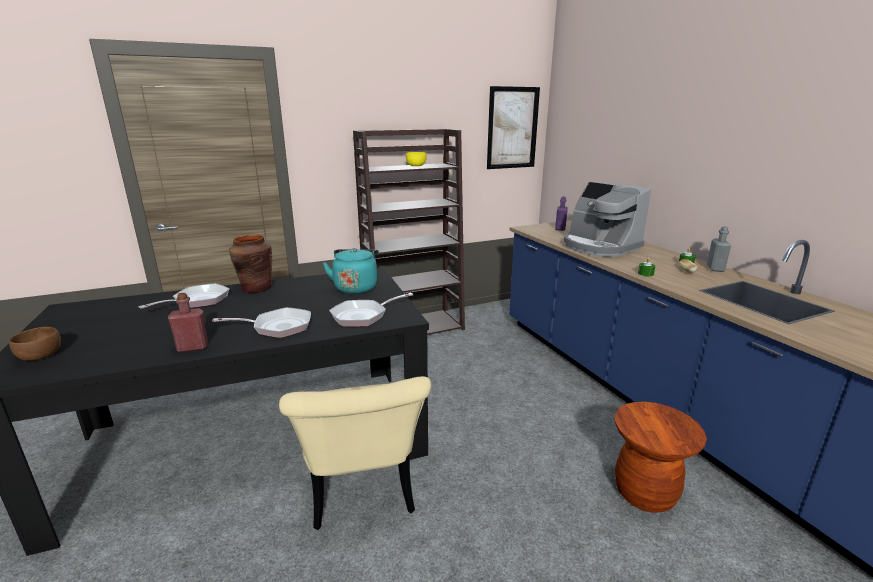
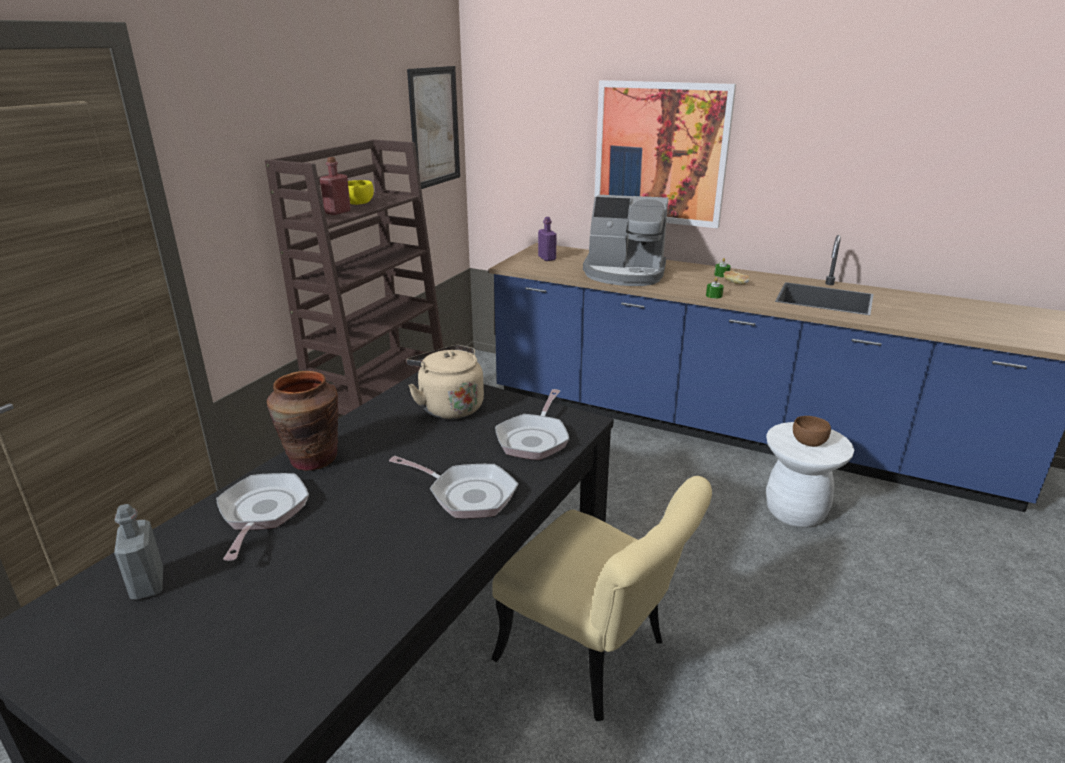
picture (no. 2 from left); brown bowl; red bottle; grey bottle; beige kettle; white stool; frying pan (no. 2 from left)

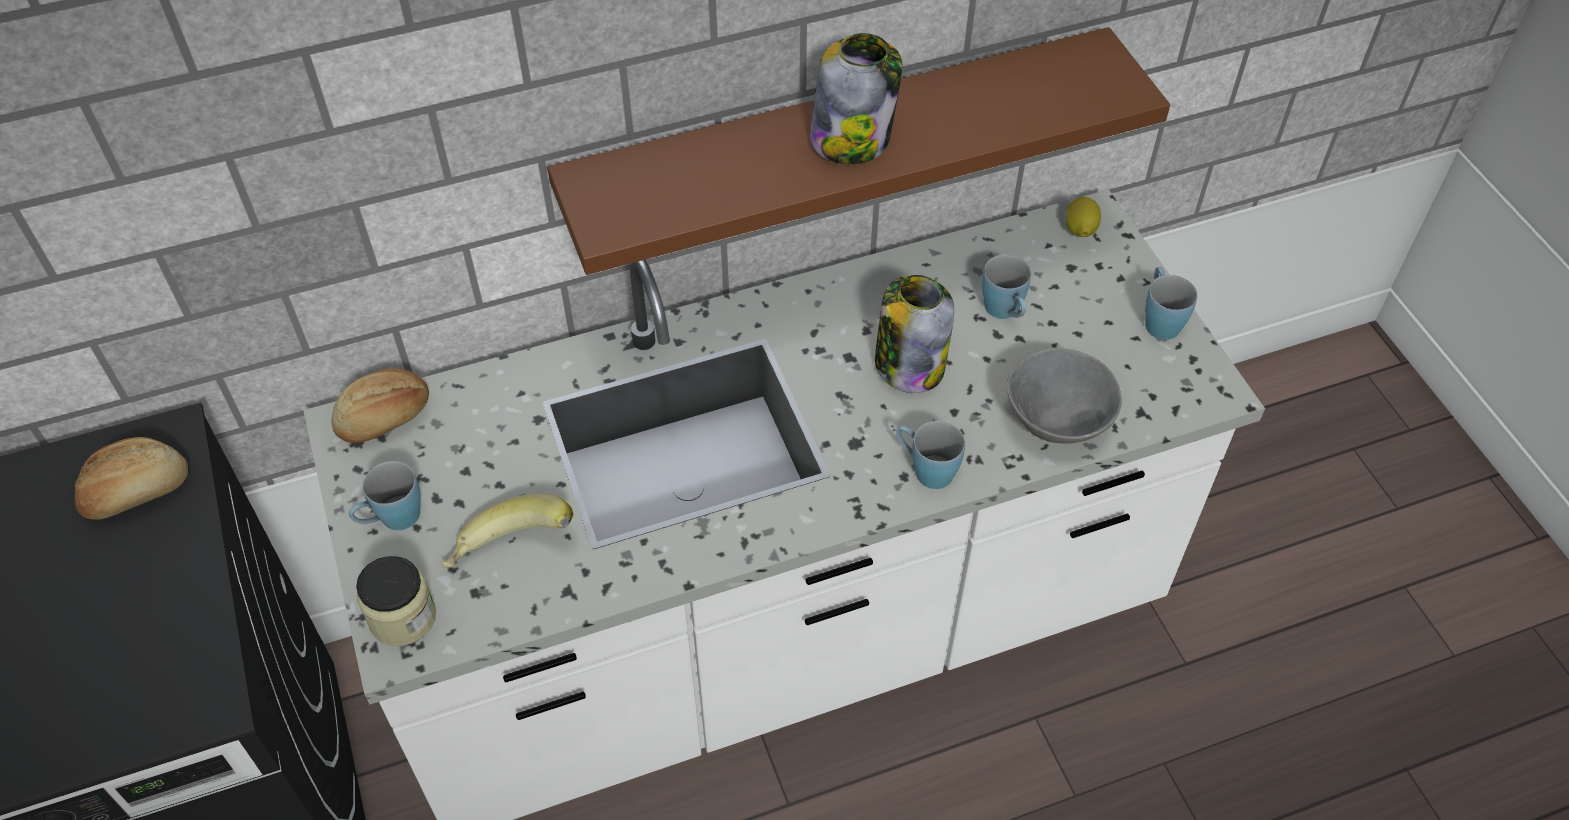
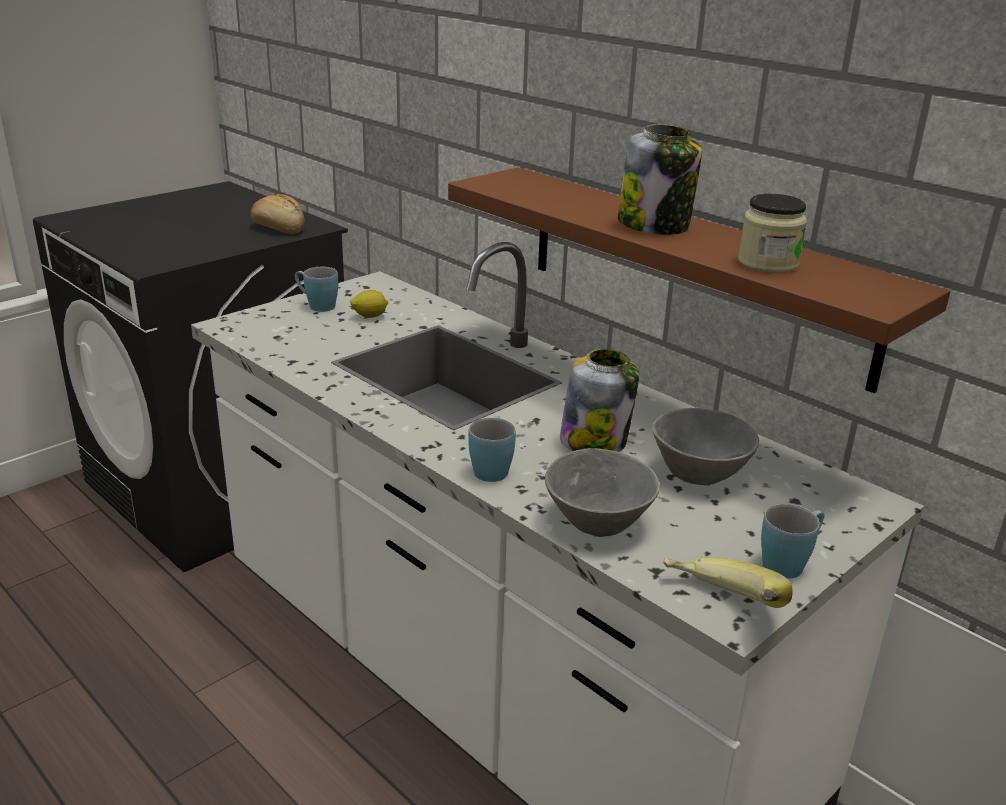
bread (no. 2 from left in the first image); jar (no. 3 from left); banana; lemon; grey bowl (no. 2 from left)

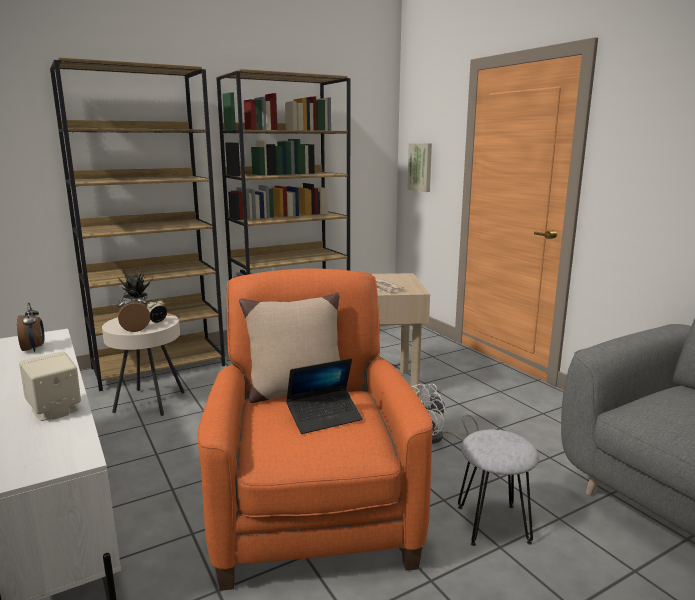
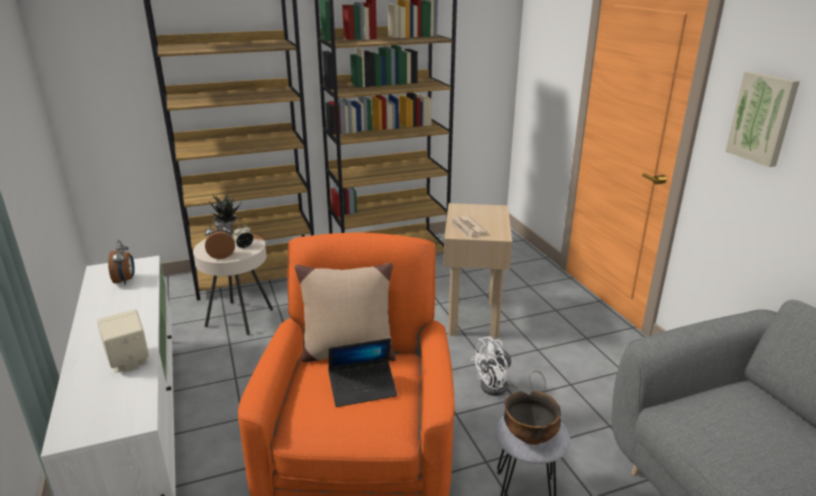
bowl; picture

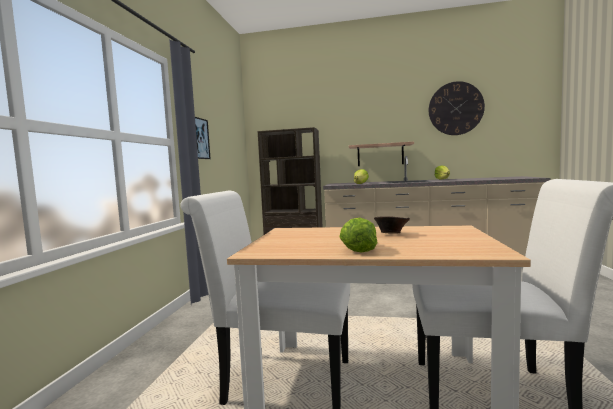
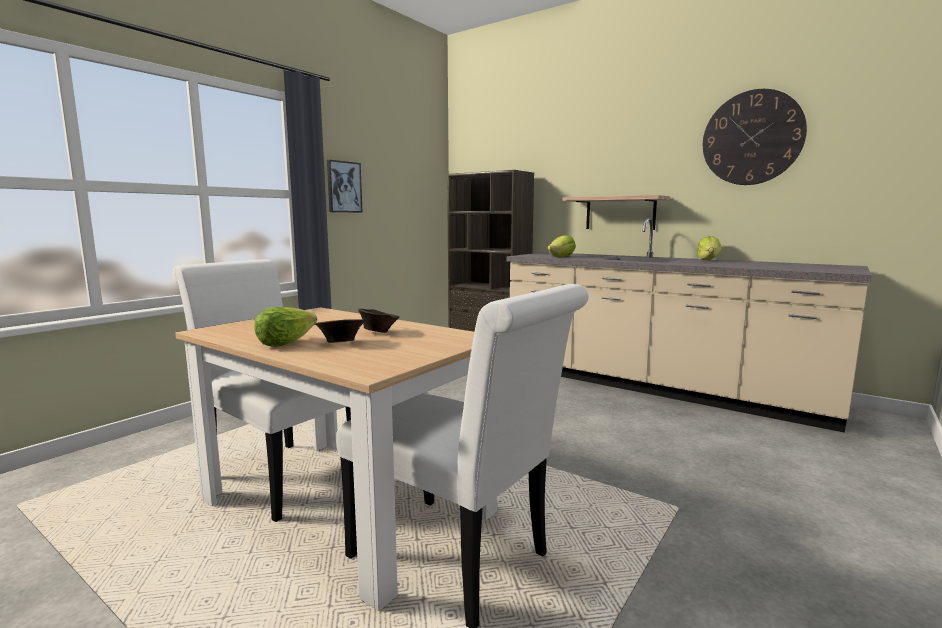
brown bowl (no. 1 from left)

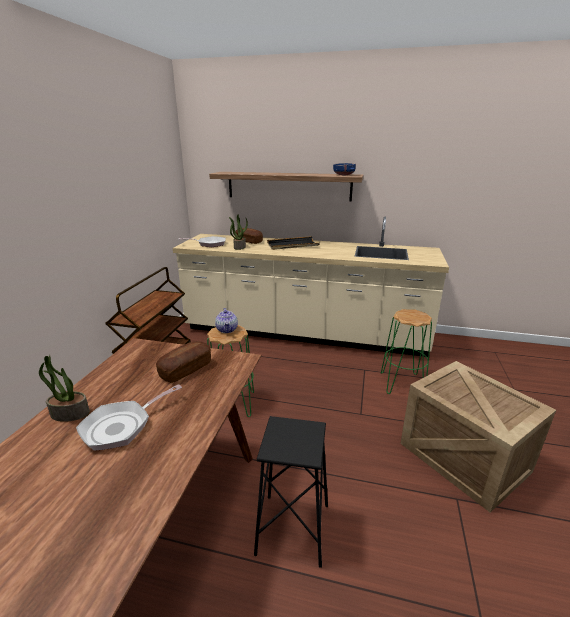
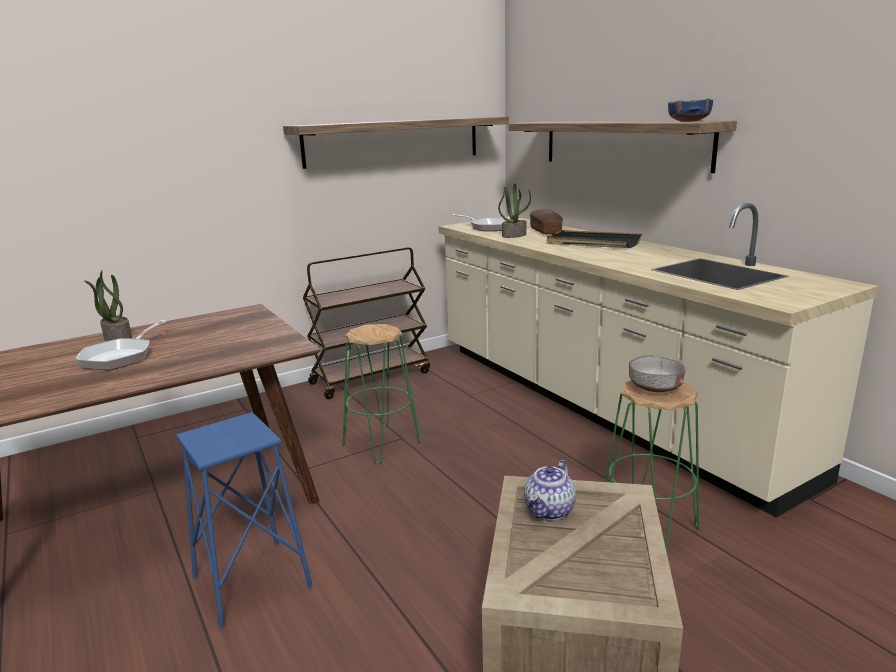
bread (no. 1 from left in the first image); shelf (no. 1 from left); grey bowl; teapot; blue stool; frying pan (no. 1 from left)

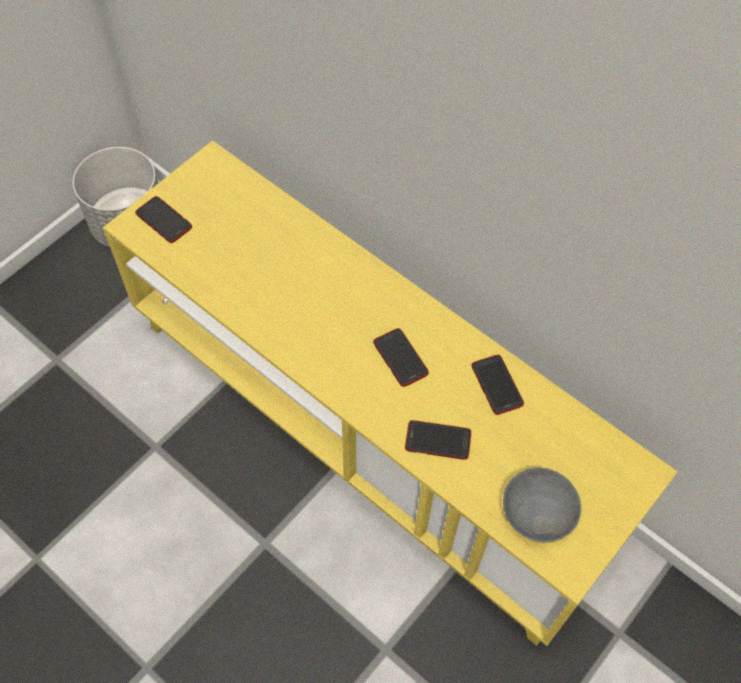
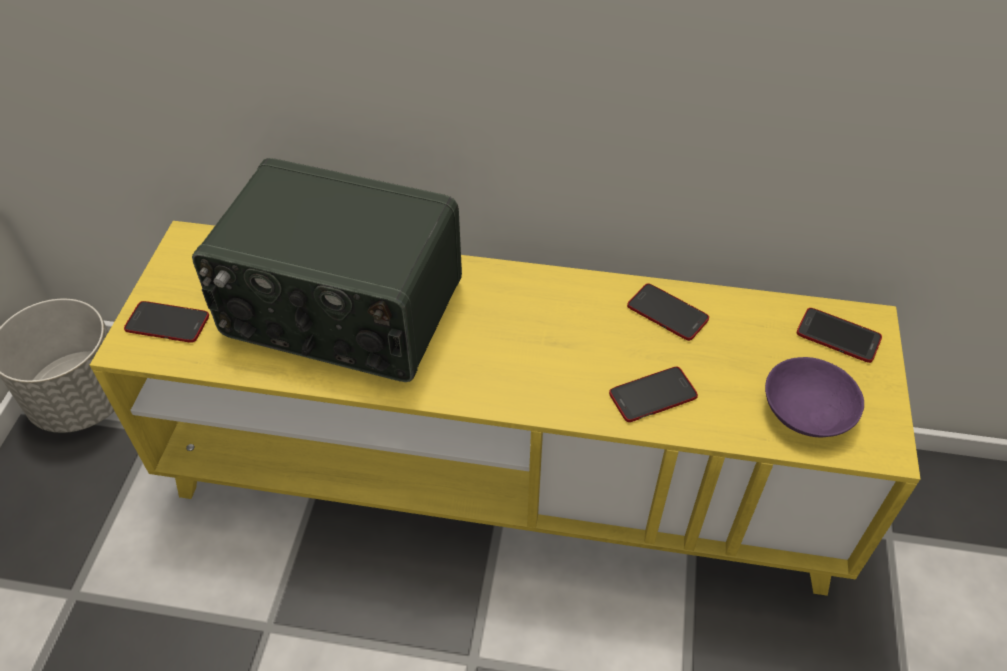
radio; phone (no. 4 from left); purple bowl

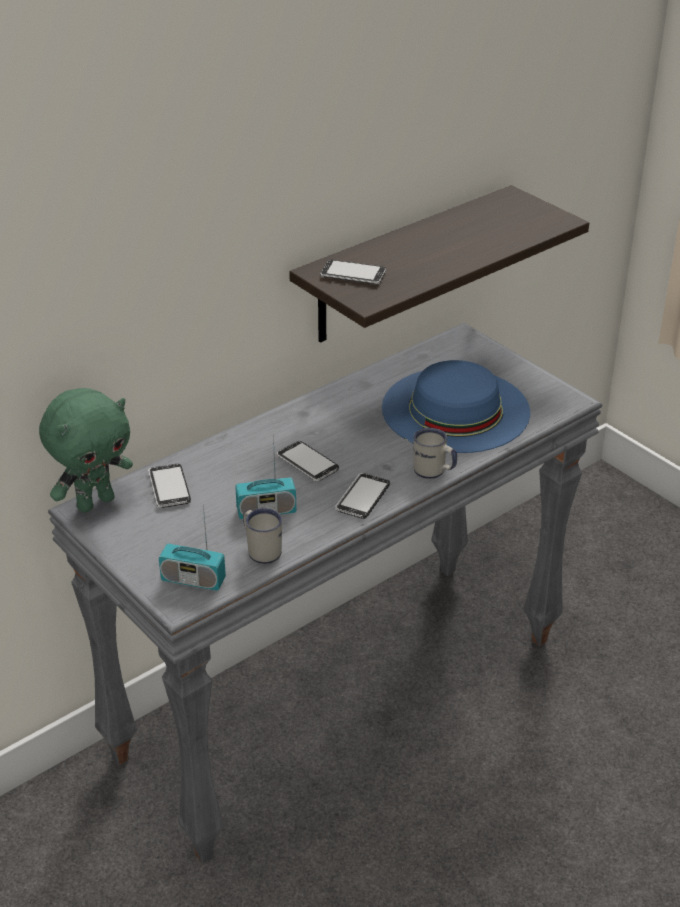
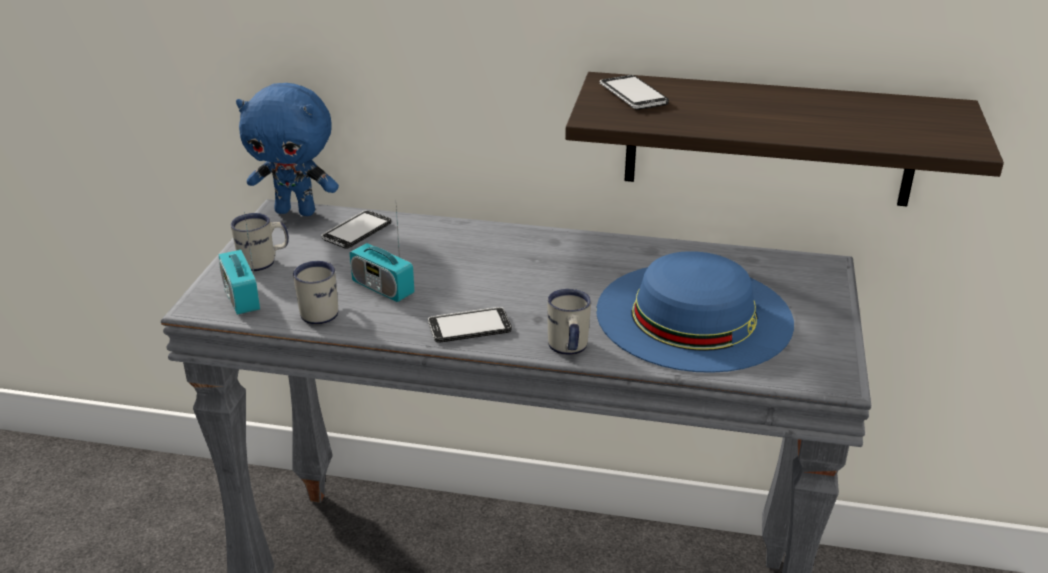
phone (no. 2 from left in the first image); white mug (no. 1 from left); blue plush toy

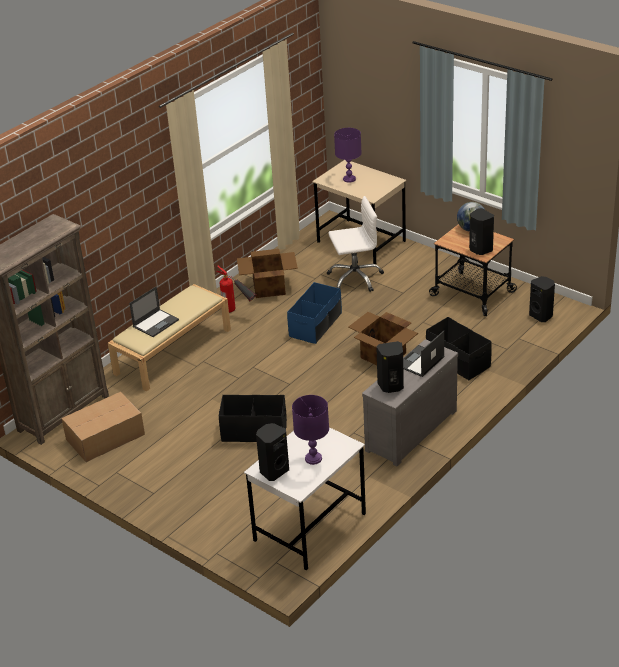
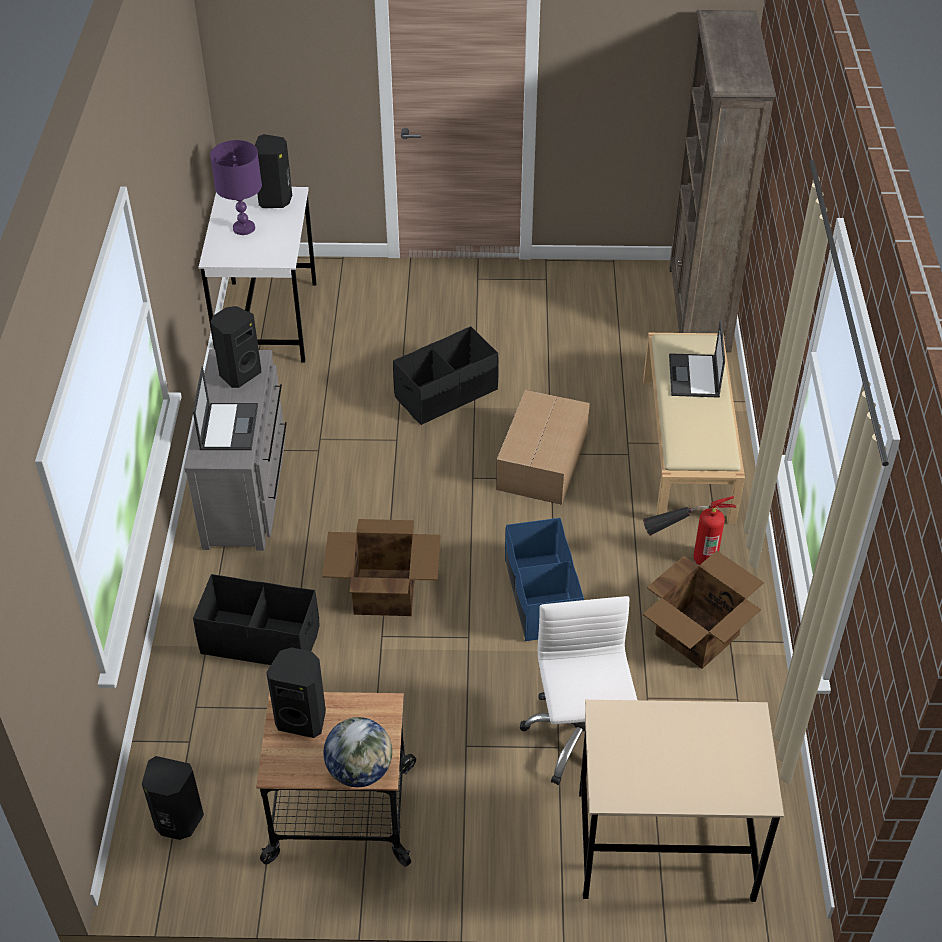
purple table lamp (no. 2 from left in the first image); cardboard box (no. 2 from left); white office chair

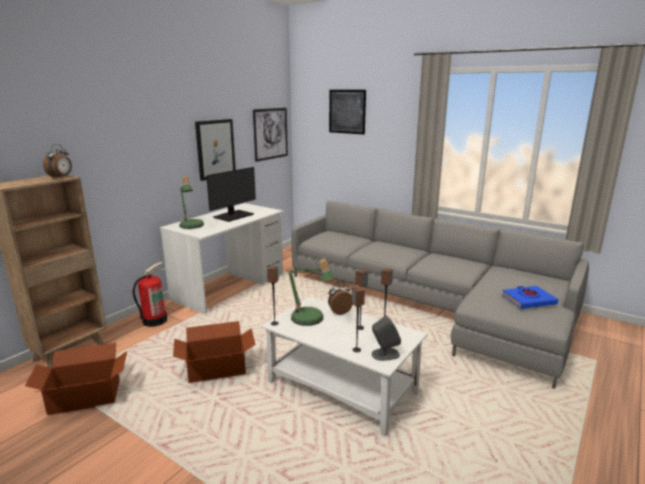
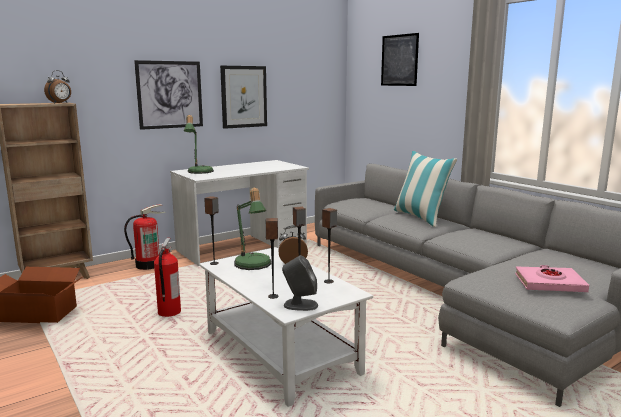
monitor; pillow; picture (no. 1 from left); fire extinguisher (no. 2 from left); pink book

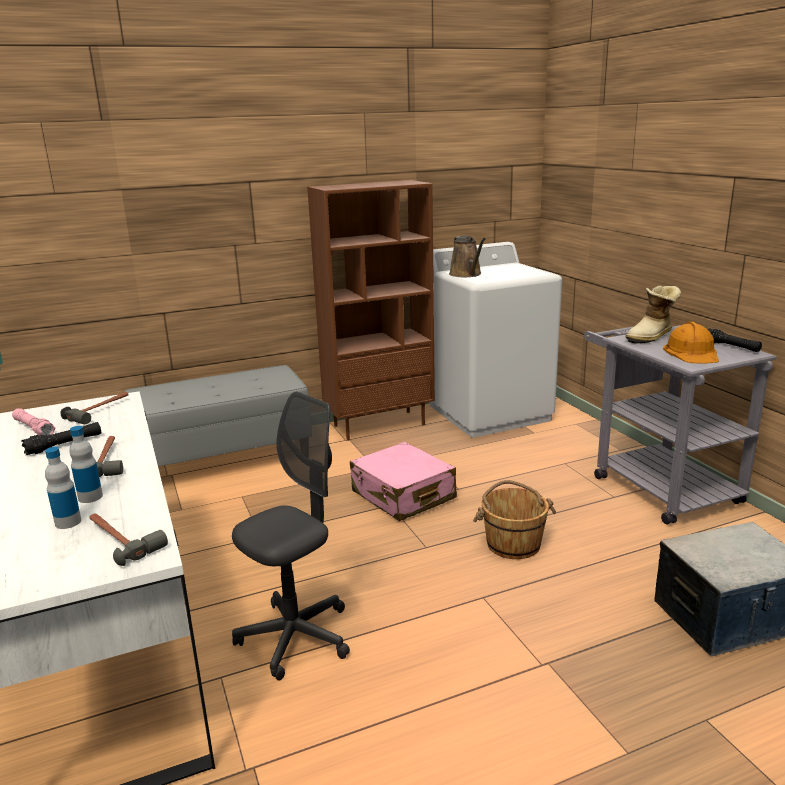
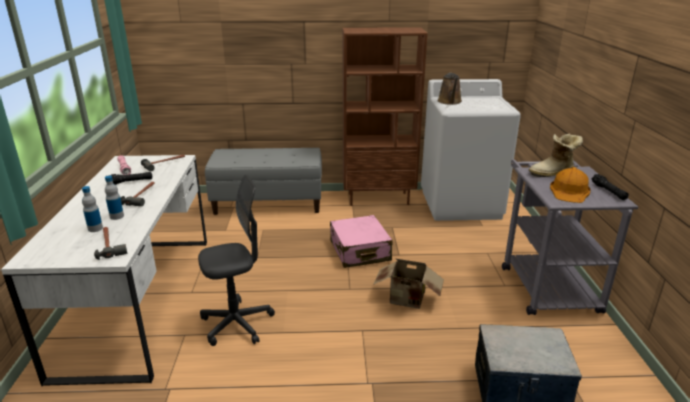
cardboard box

